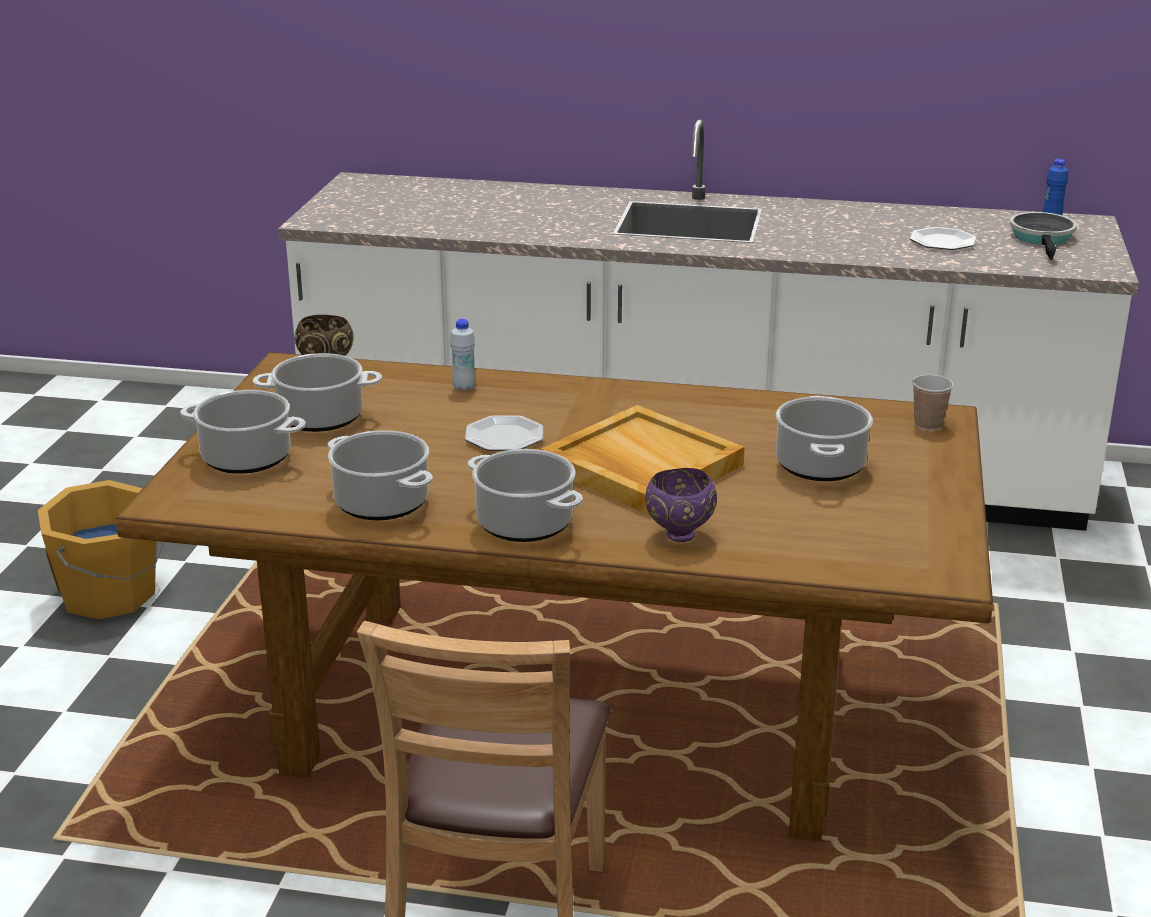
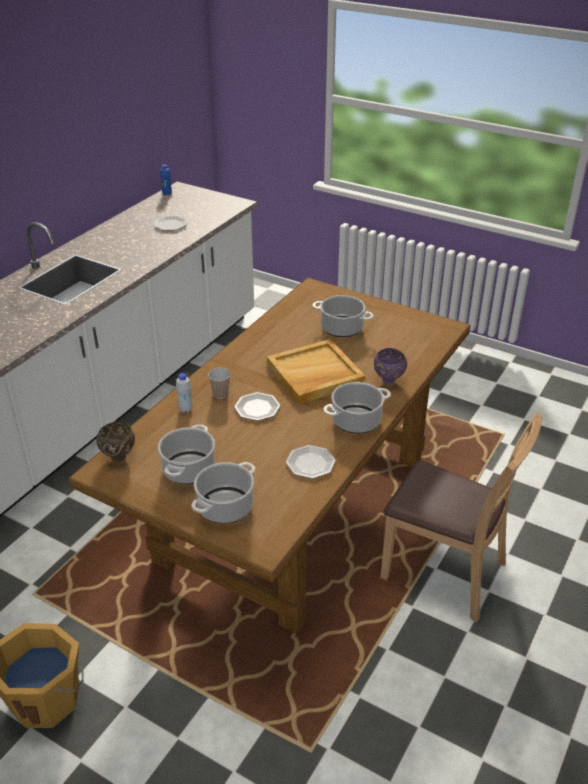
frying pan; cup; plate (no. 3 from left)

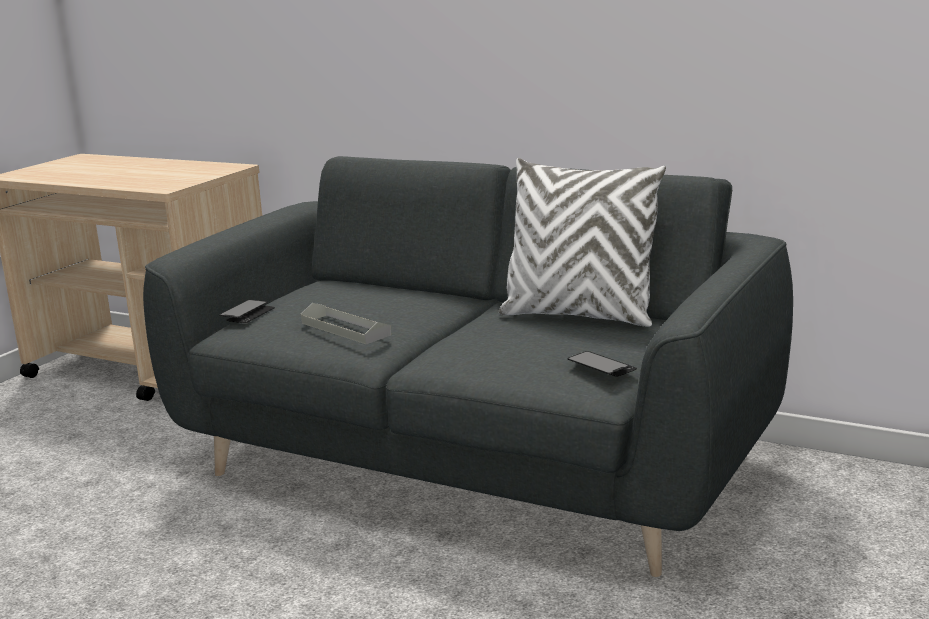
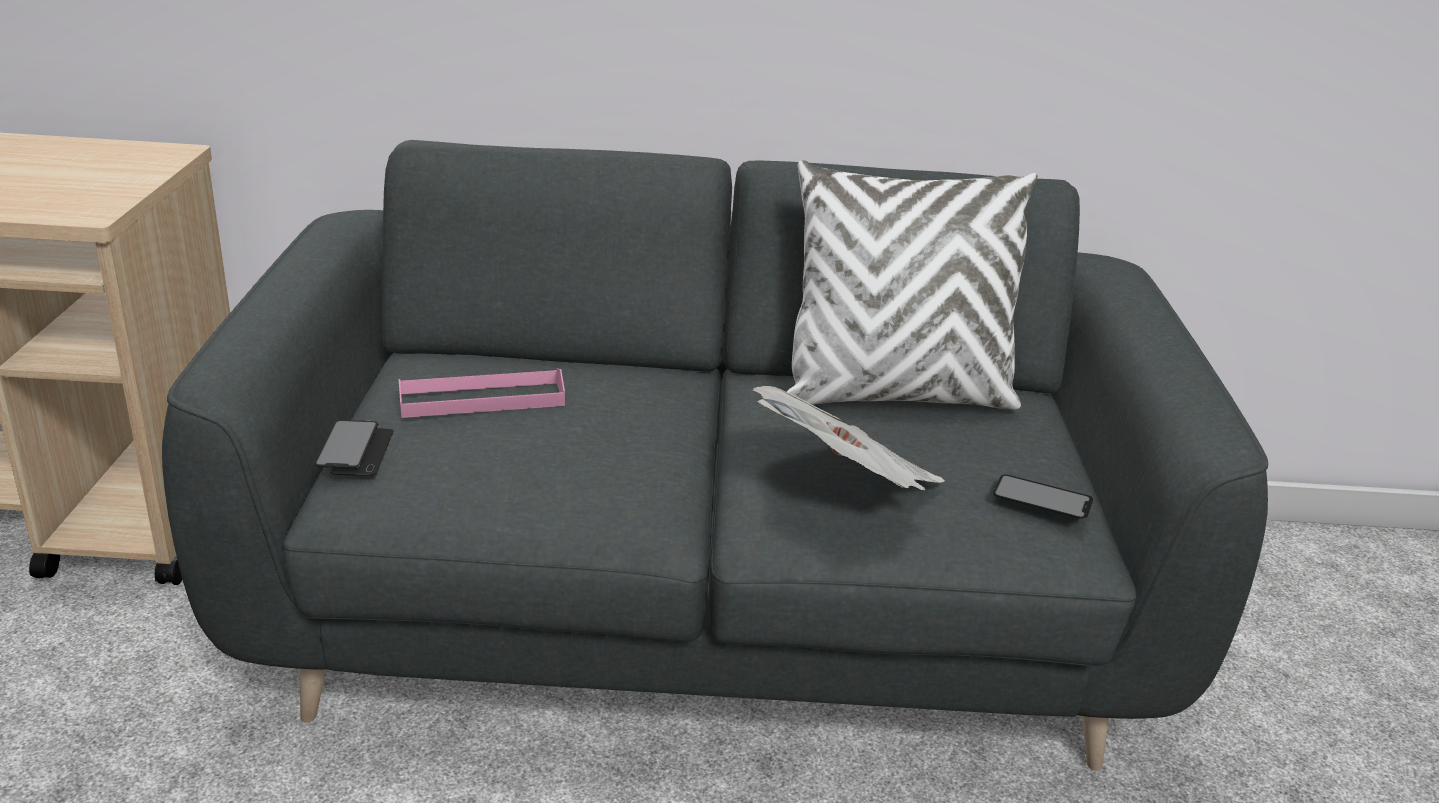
grey tray; pink tray; newspaper

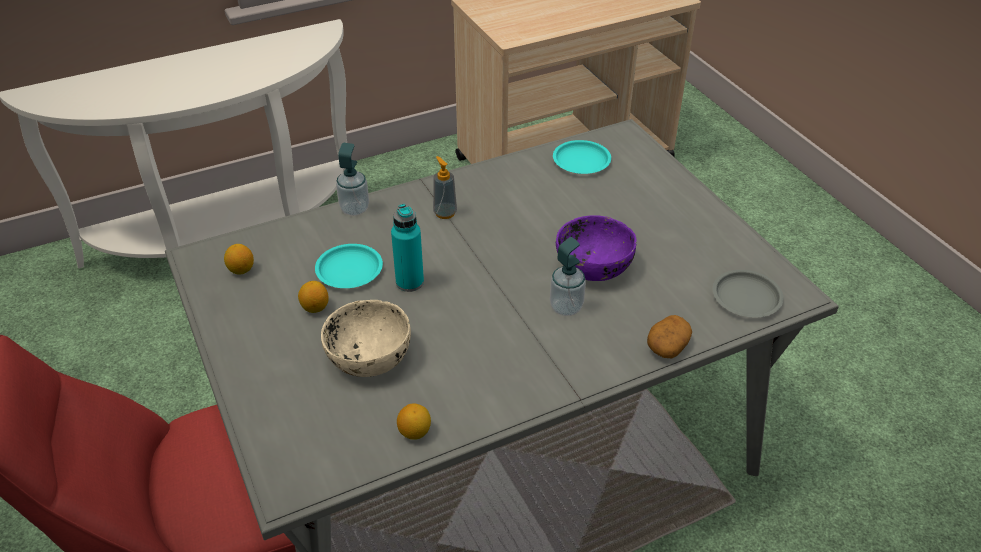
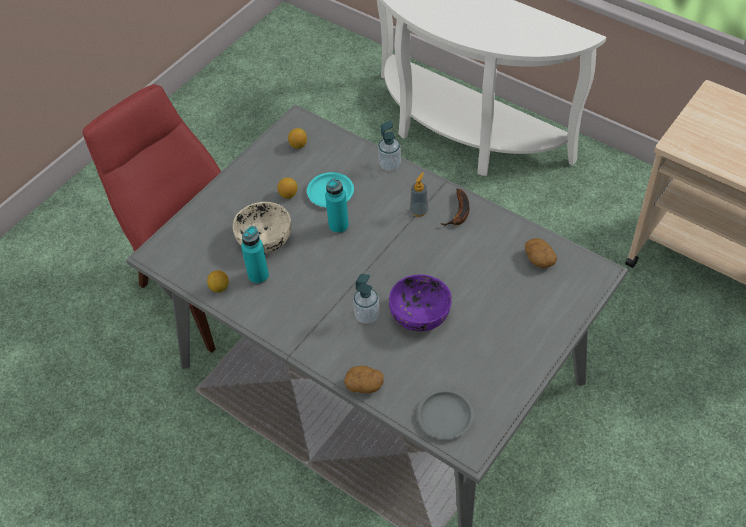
turquoise bottle (no. 1 from left); banana; potato (no. 2 from left)

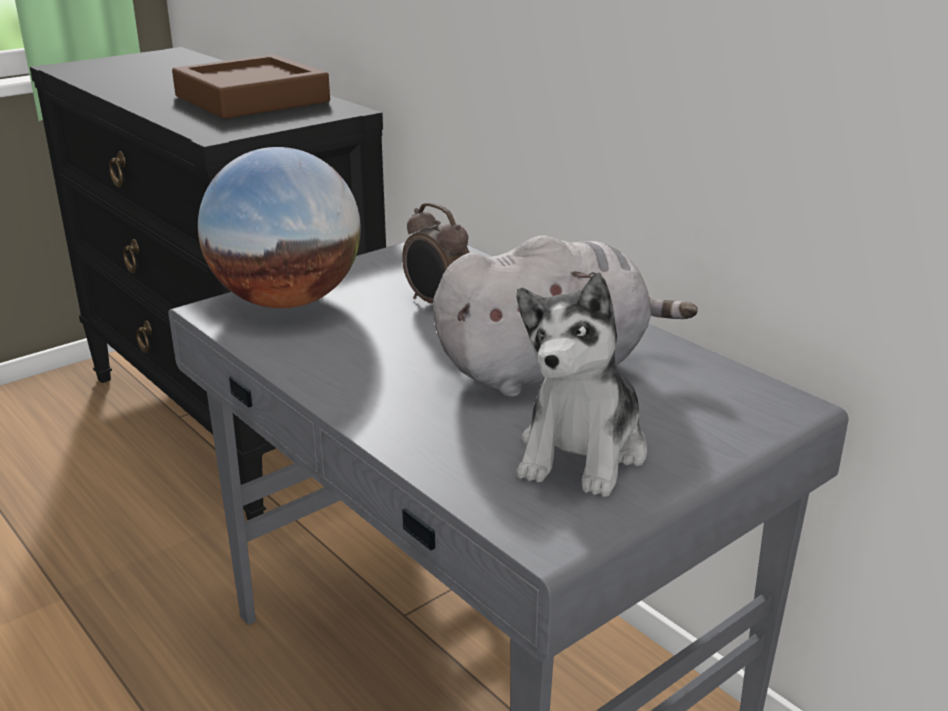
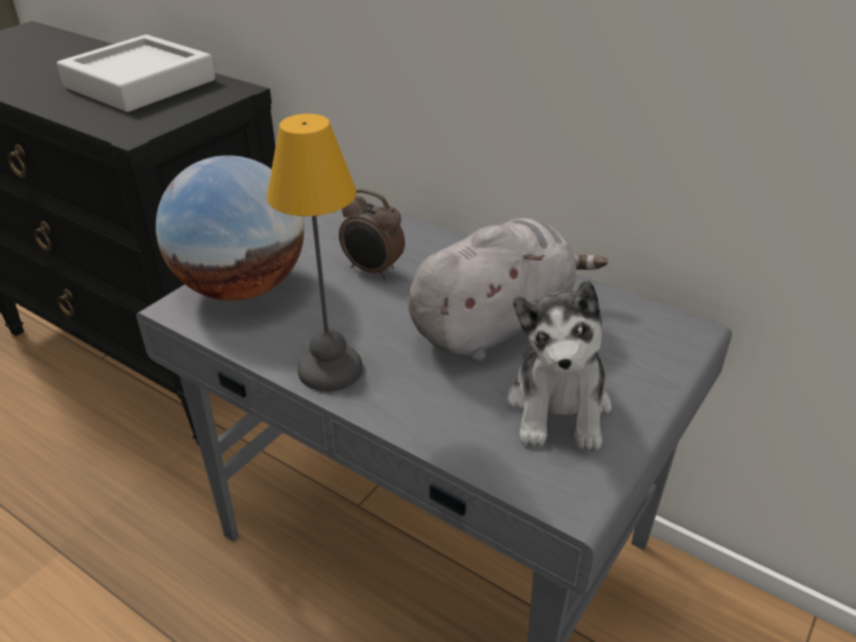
table lamp; grey tray

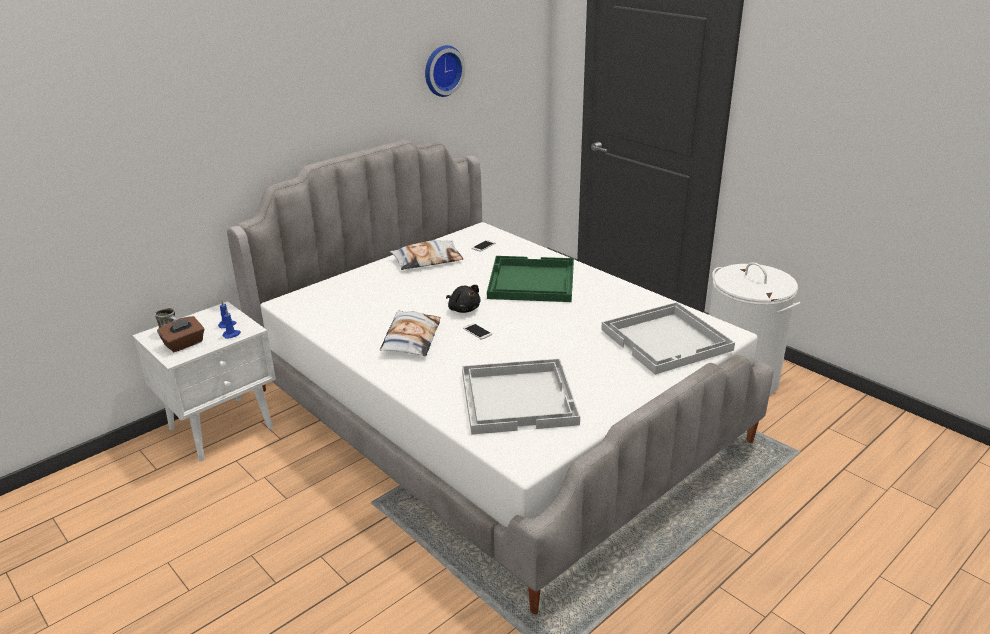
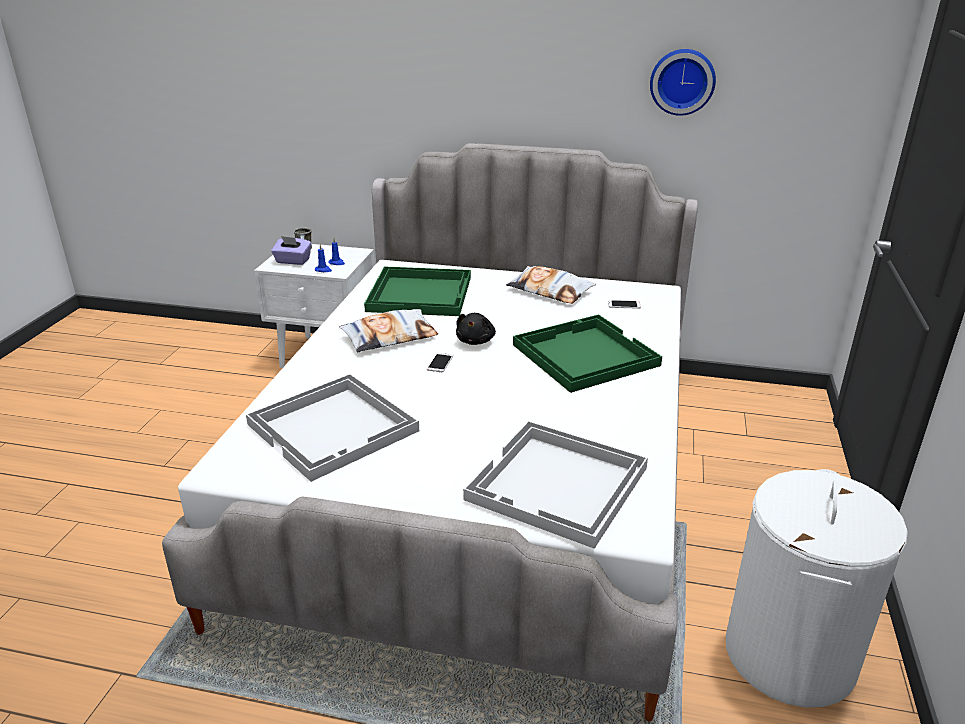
green tray (no. 1 from left); purple tissue box

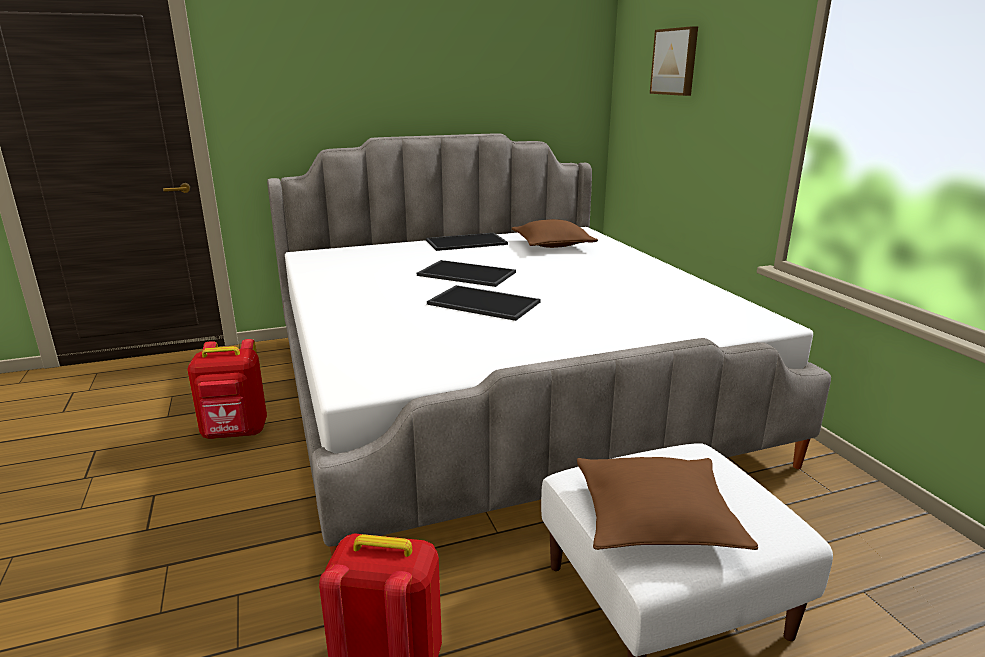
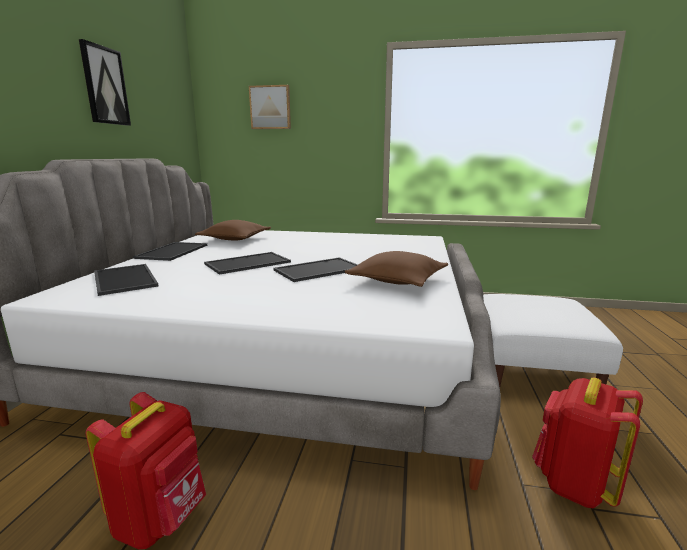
picture (no. 1 from left); tray (no. 1 from left); brown pillow (no. 2 from left)

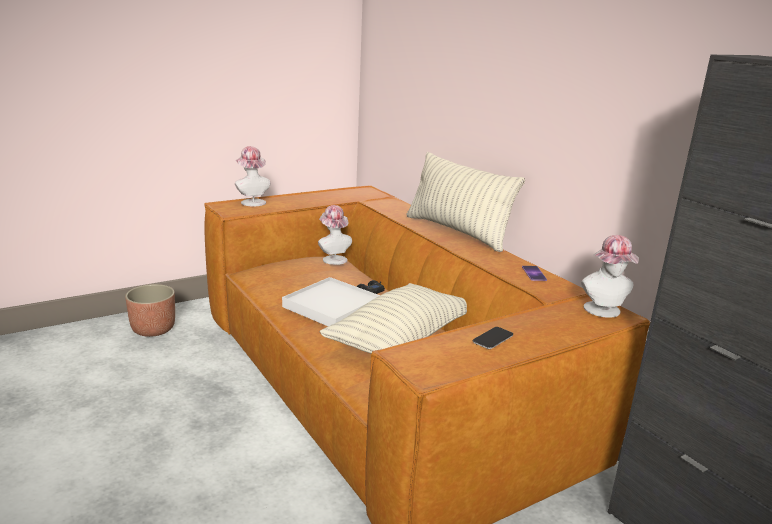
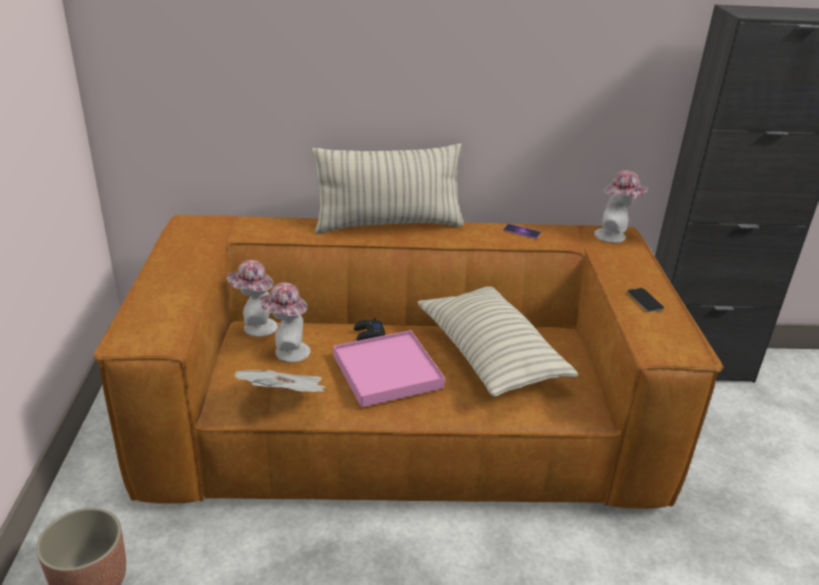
newspaper; hat (no. 2 from left); pink tray

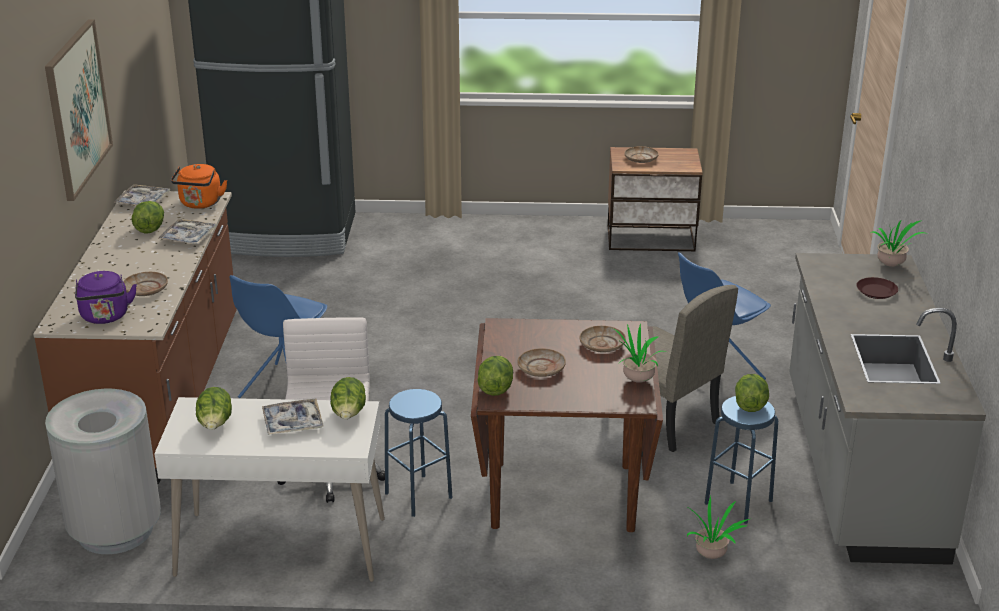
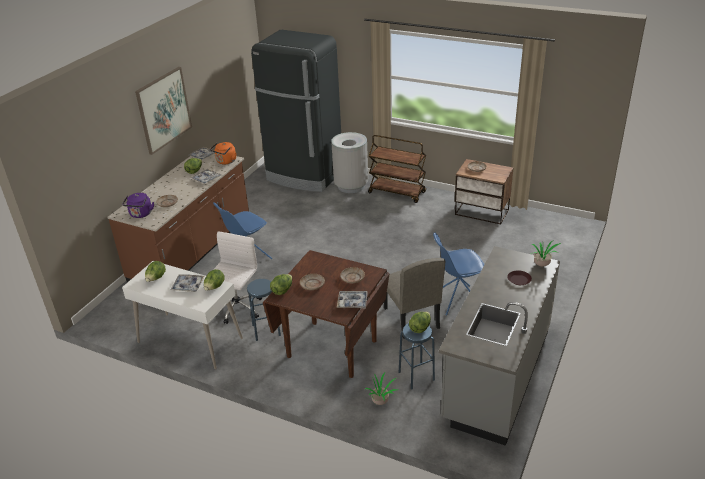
brown cart; grey trash can; tray (no. 4 from left)

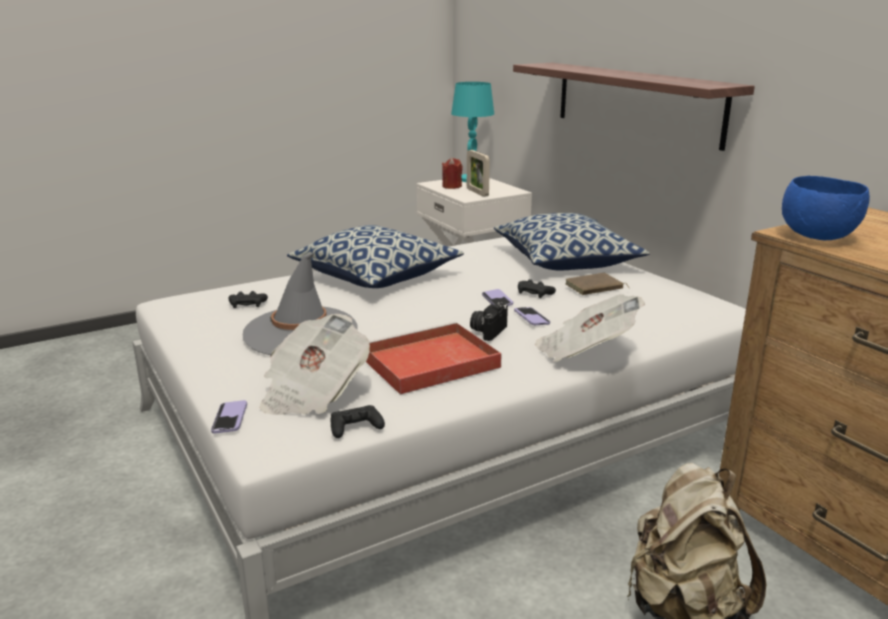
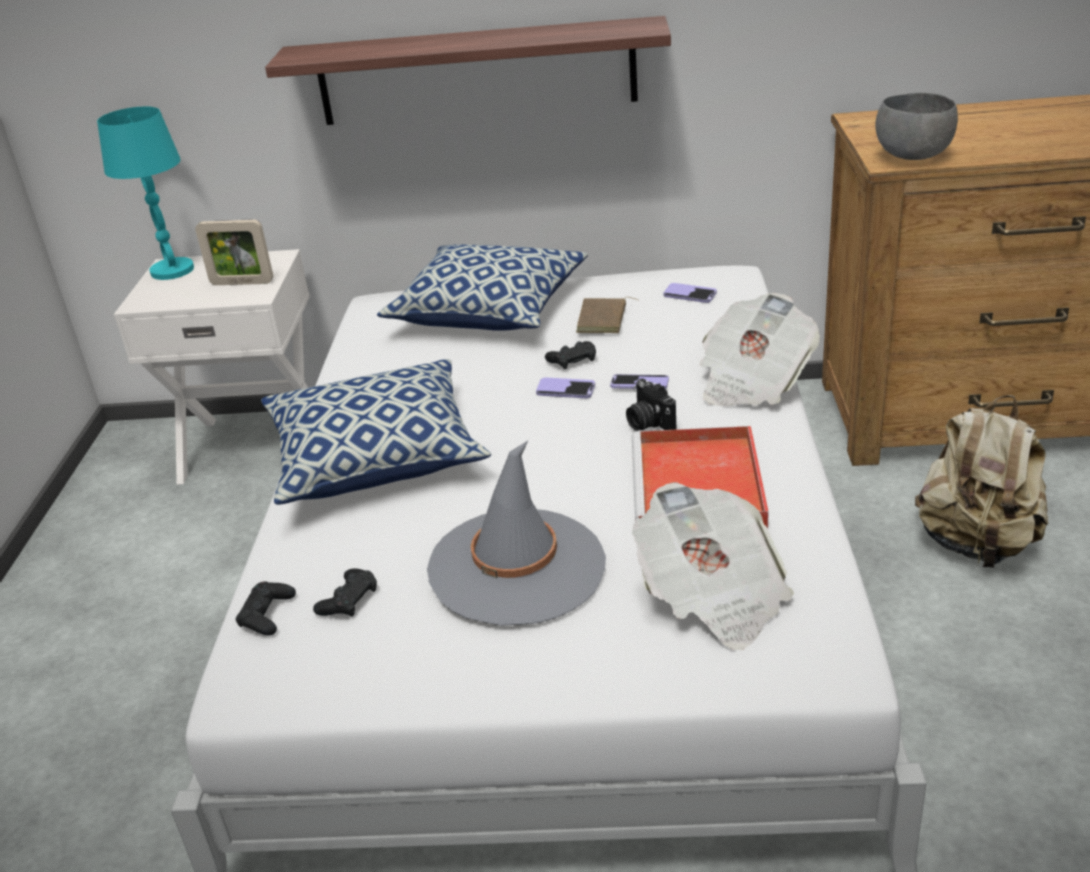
red candle; phone (no. 3 from left); black game controller (no. 1 from left); grey bowl

